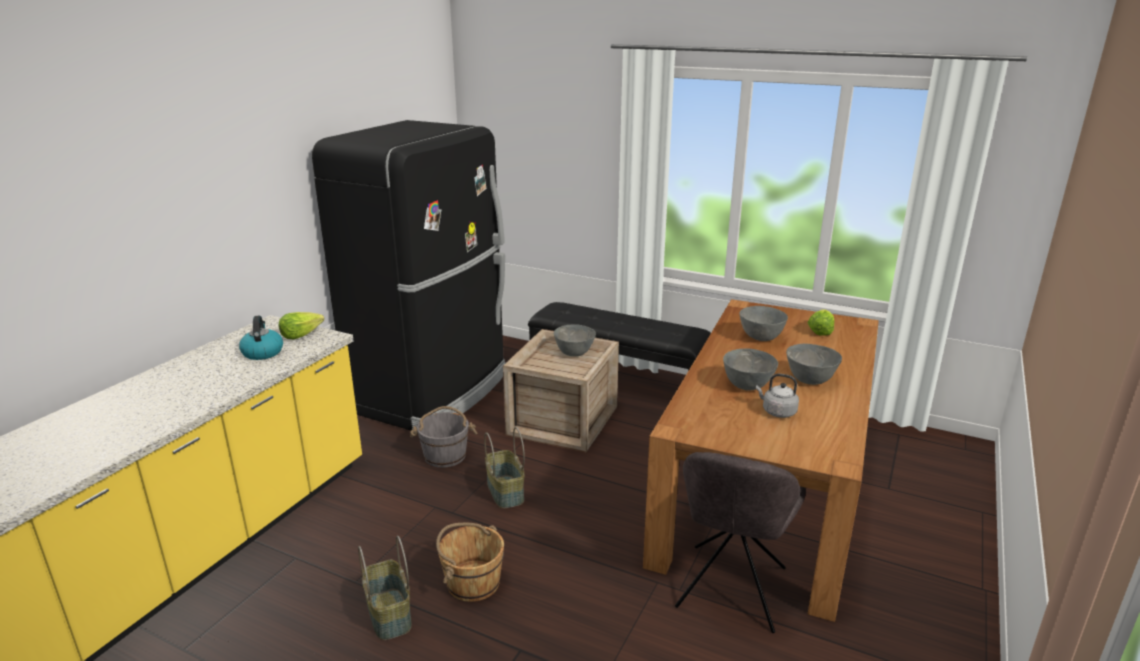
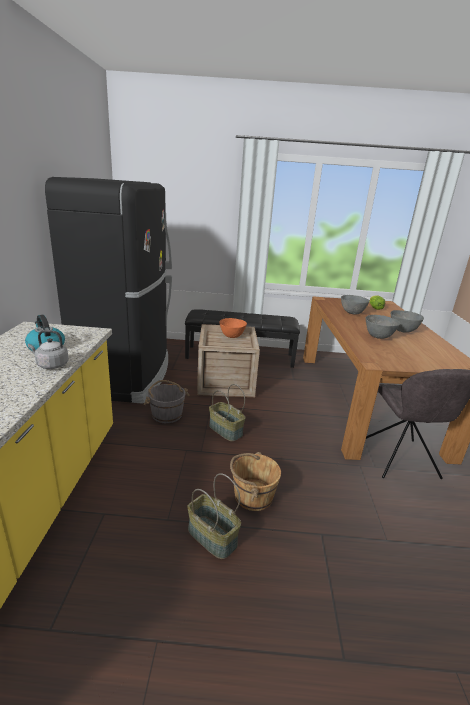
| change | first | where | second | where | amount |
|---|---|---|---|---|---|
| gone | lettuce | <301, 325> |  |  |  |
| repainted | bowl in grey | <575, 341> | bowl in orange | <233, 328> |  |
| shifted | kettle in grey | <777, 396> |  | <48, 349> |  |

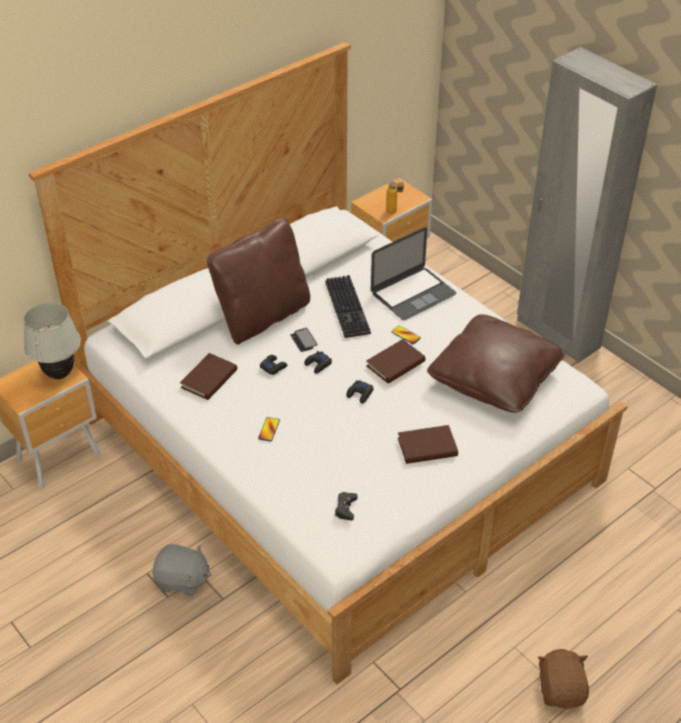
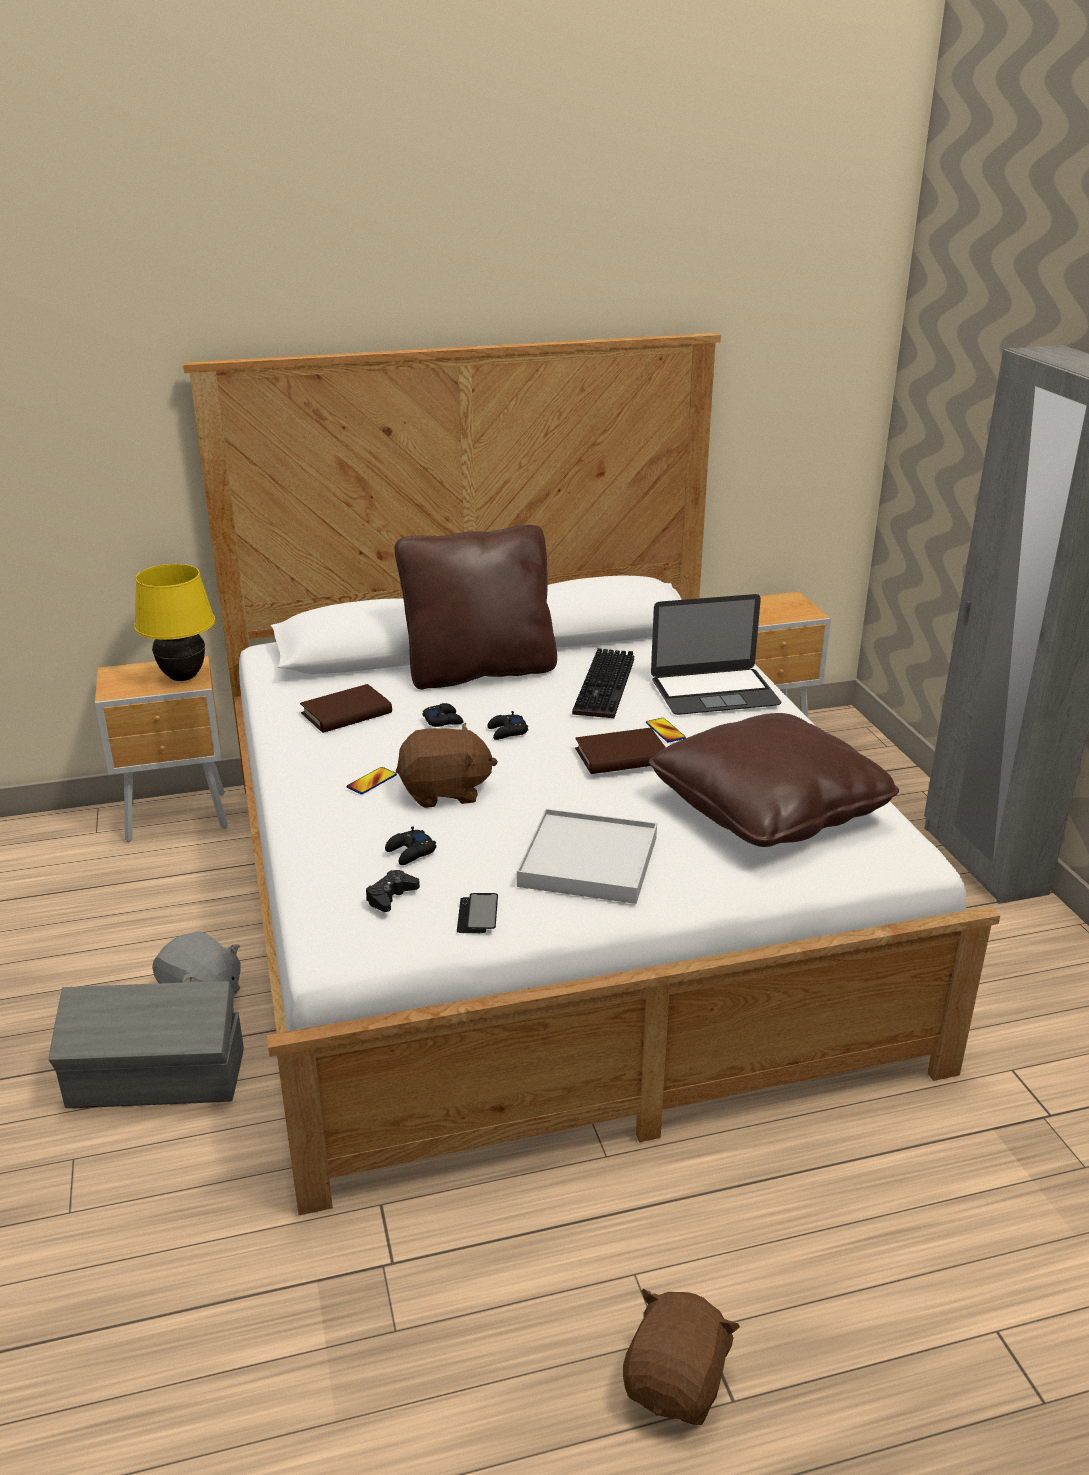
| change | first | where | second | where | amount |
|---|---|---|---|---|---|
| gone | bottle | <395, 197> |  |  |  |
| repainted | table lamp in white | <52, 340> | table lamp in yellow | <174, 622> |  |
| shifted | phone | <304, 340> |  | <477, 913> |  |
| shifted | game controller in black | <359, 392> |  | <411, 845> |  |
| swapped | book in brown | <428, 444> | tray in white | <587, 856> |  |
| new |  |  | plush toy in brown | <447, 765> |  |
| new |  |  | storage box in grey | <146, 1044> |  |

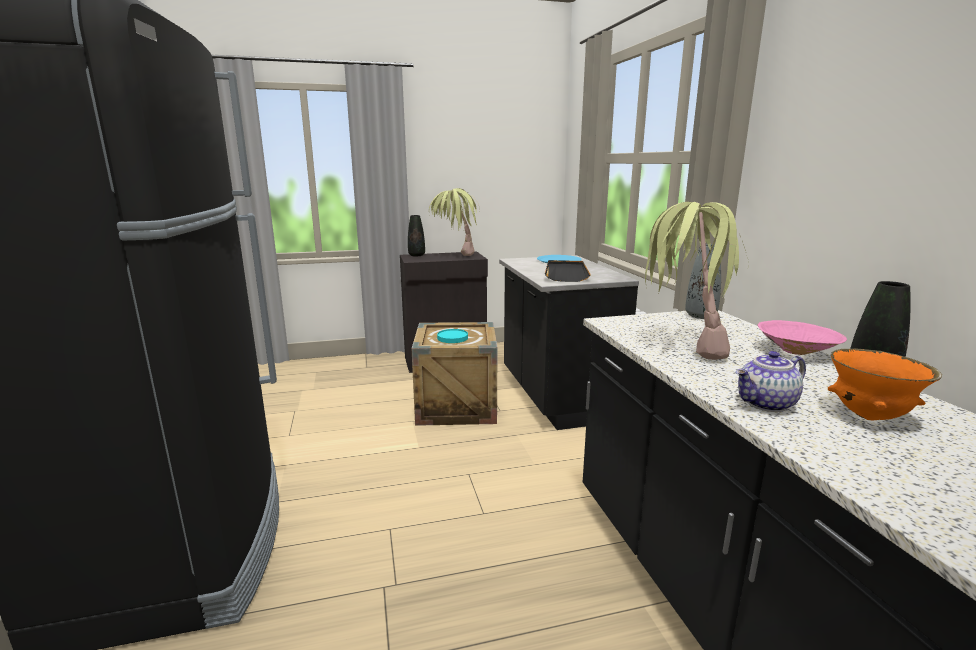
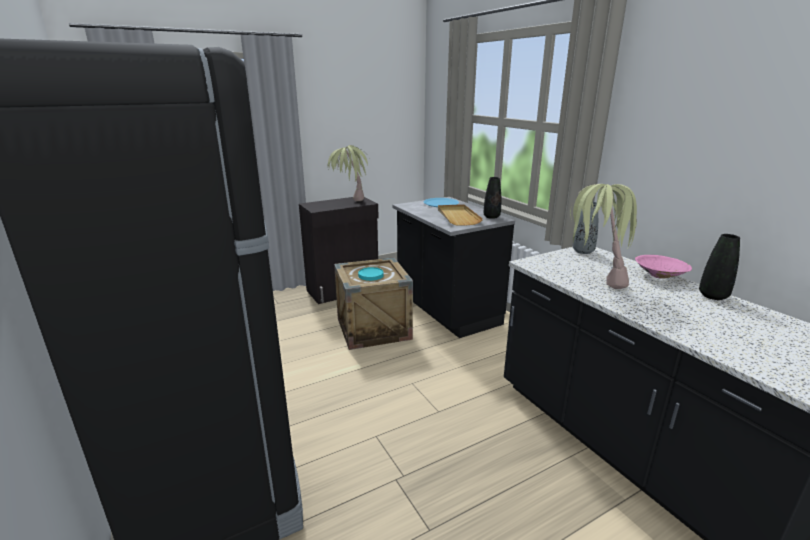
| change | first | where | second | where | amount |
|---|---|---|---|---|---|
| shifted | vase in black | <416, 235> |  | <492, 198> |  |
| repainted | tray in black | <568, 271> | tray in beige | <460, 215> |  |
| gone | bowl in orange | <885, 385> |  |  |  |
| gone | teapot | <771, 381> |  |  |  |

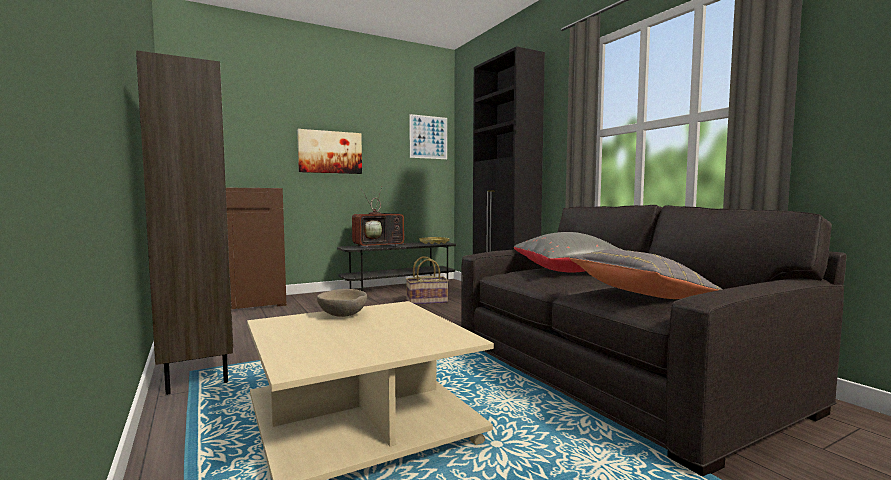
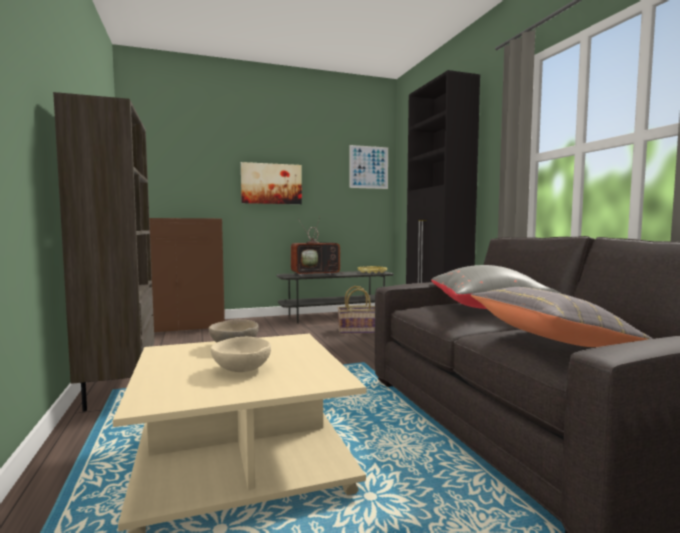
| change | first | where | second | where | amount |
|---|---|---|---|---|---|
| new |  |  | bowl in beige | <241, 354> |  |

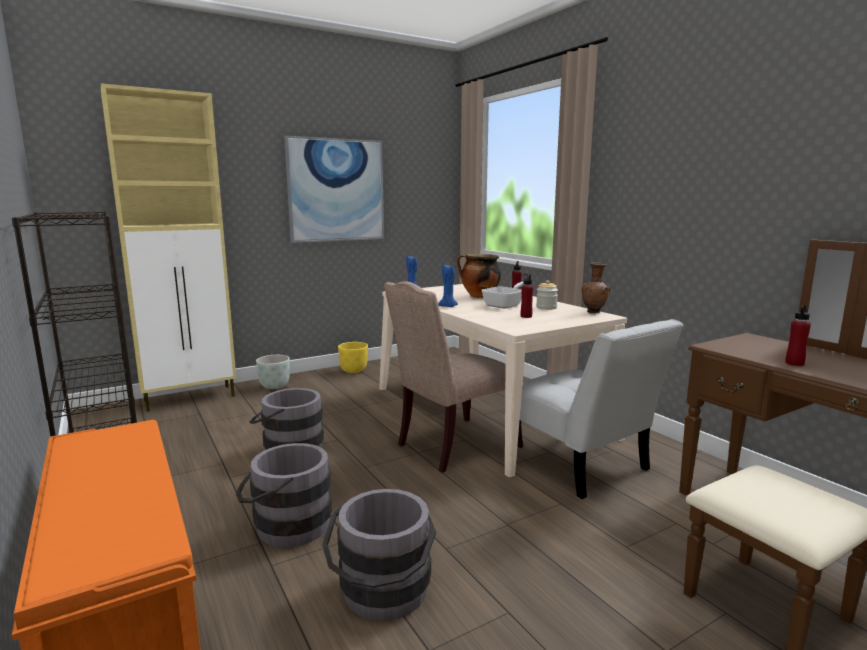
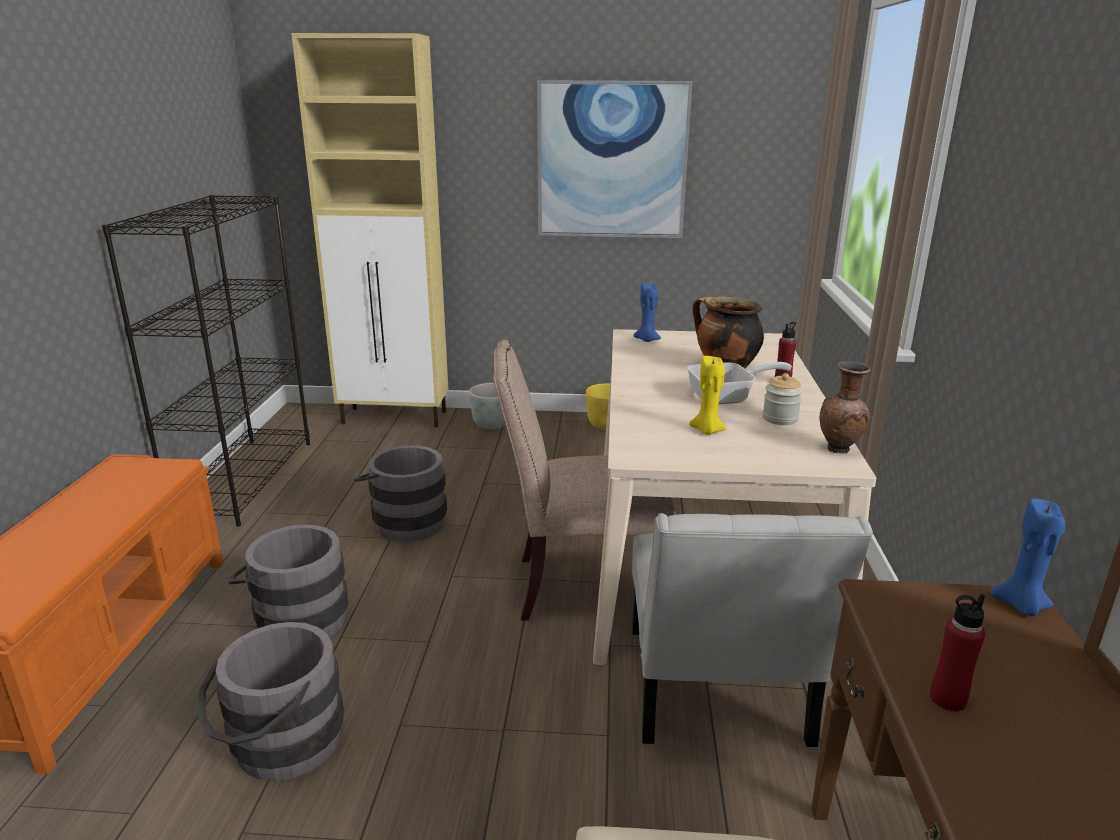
| change | first | where | second | where | amount |
|---|---|---|---|---|---|
| shifted | candle in blue | <448, 286> |  | <1028, 557> |  |
| swapped | bottle in red | <527, 296> | candle in yellow | <708, 395> |  |

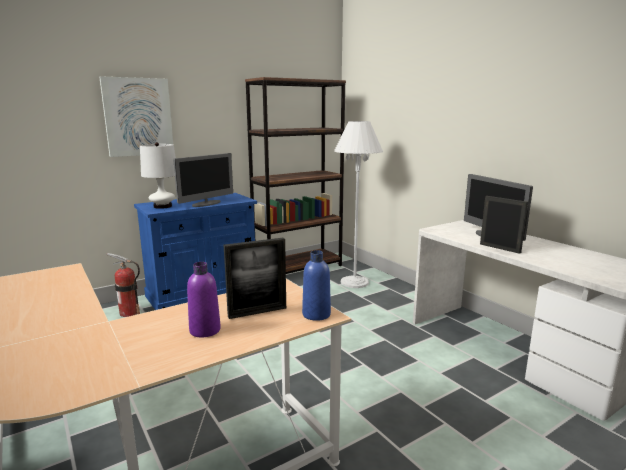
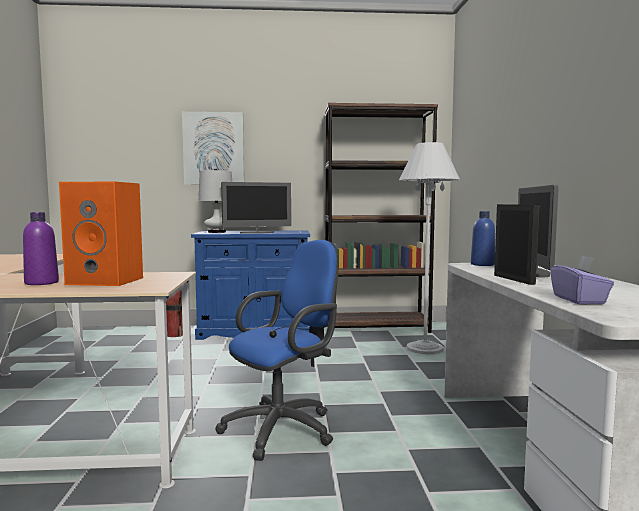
| change | first | where | second | where | amount |
|---|---|---|---|---|---|
| swapped | picture frame | <255, 278> | speaker in orange | <101, 234> |  |
| shifted | bottle in blue | <316, 285> |  | <483, 238> |  |
| new |  |  | office chair in blue | <276, 350> |  |
| new |  |  | tissue box in purple | <582, 279> |  |

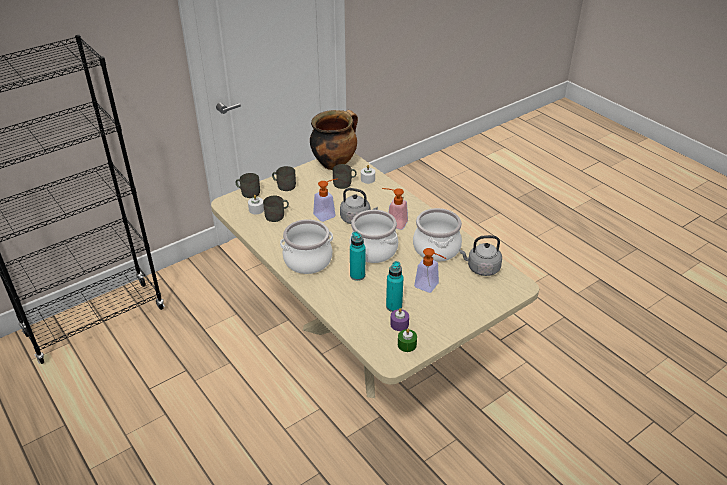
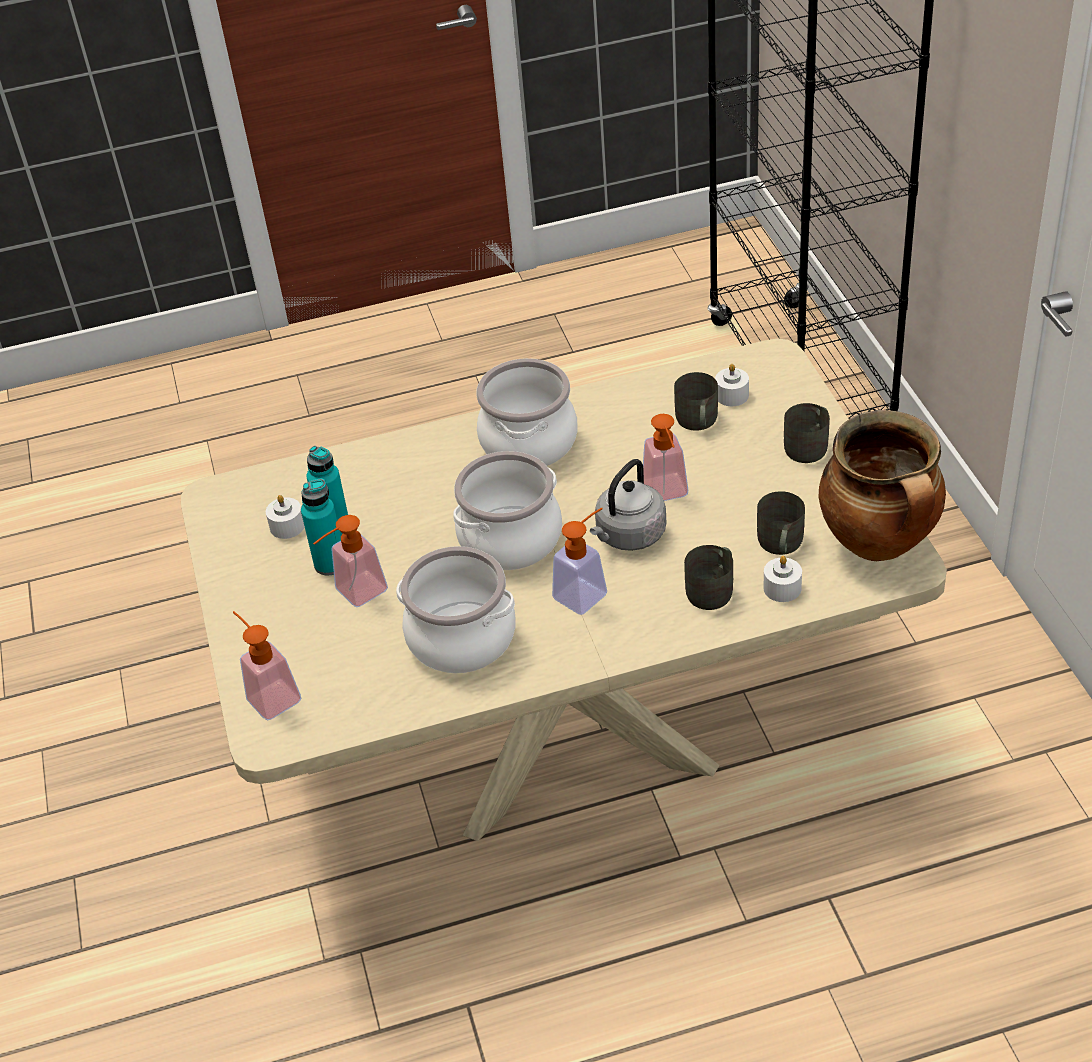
| change | first | where | second | where | amount |
|---|---|---|---|---|---|
| shifted | mug in grey | <247, 185> |  | <708, 577> |  |
| shifted | bottle in turquoise | <357, 256> |  | <321, 527> |  |
| gone | kettle in grey | <480, 255> |  |  |  |
| repainted | candle in purple | <399, 319> | candle in white | <285, 517> |  |
| gone | candle in green | <407, 340> |  |  |  |
| new |  |  | soap dispenser | <267, 665> |  |

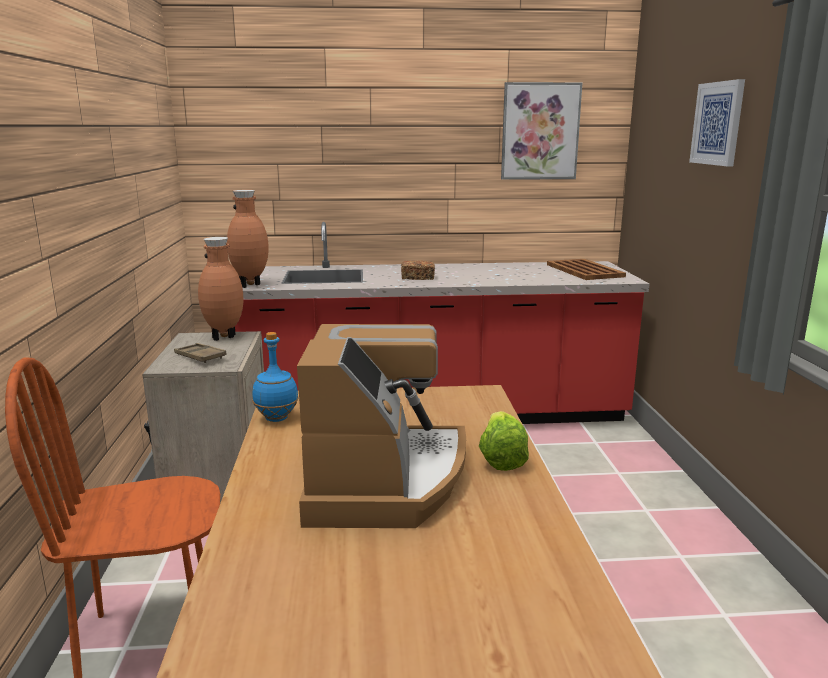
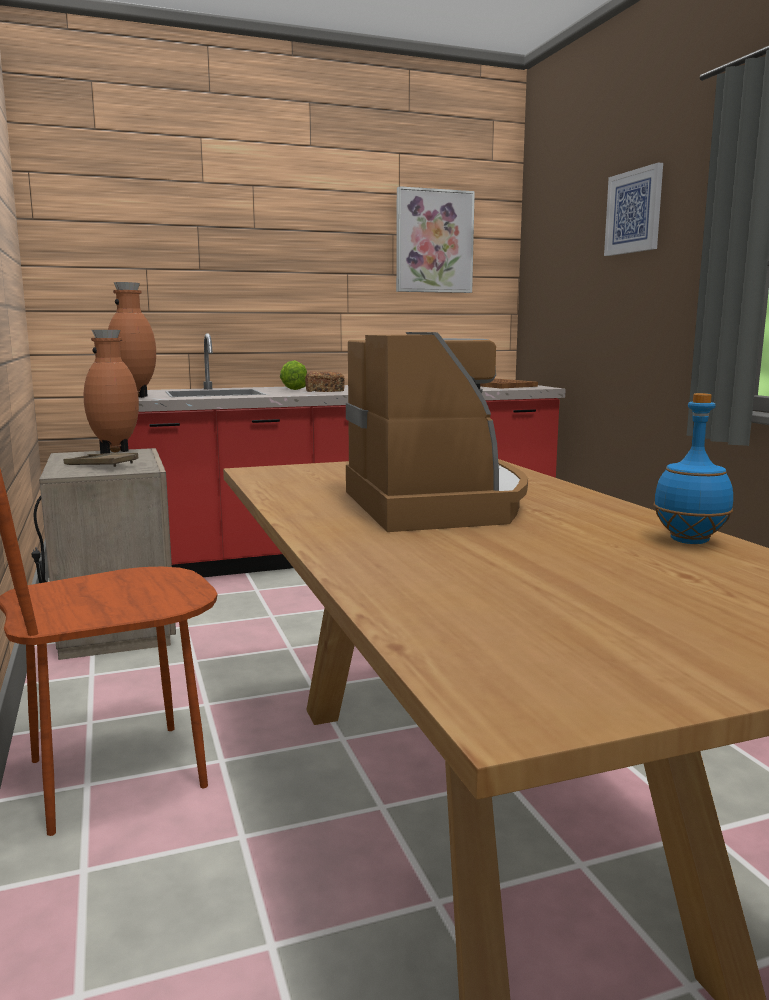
| change | first | where | second | where | amount |
|---|---|---|---|---|---|
| shifted | bottle in blue | <275, 377> |  | <693, 468> |  |
| shifted | lettuce | <504, 441> |  | <293, 375> |  |

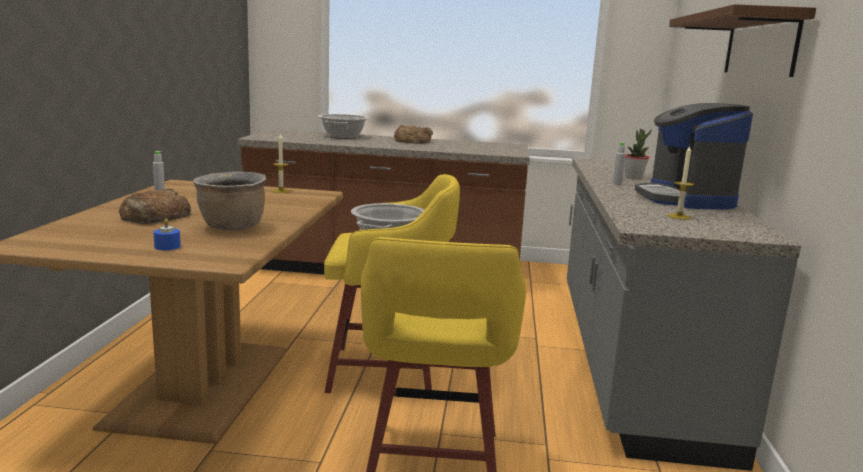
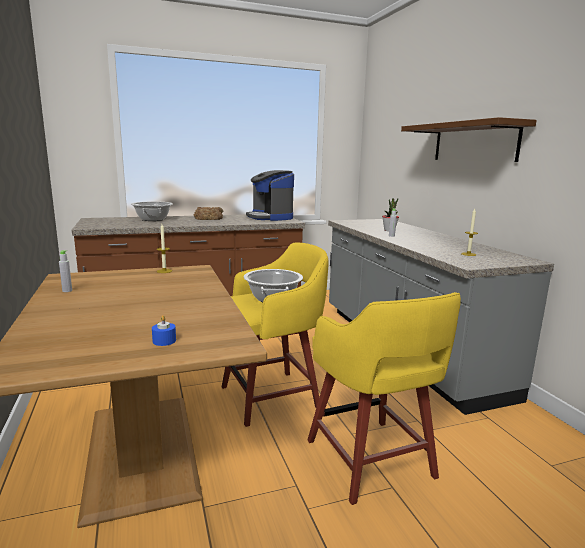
| change | first | where | second | where | amount |
|---|---|---|---|---|---|
| shifted | coffee machine | <694, 156> |  | <270, 195> |  |
| gone | cooking pot in brown | <229, 201> |  |  |  |
| gone | bread | <155, 206> |  |  |  |

